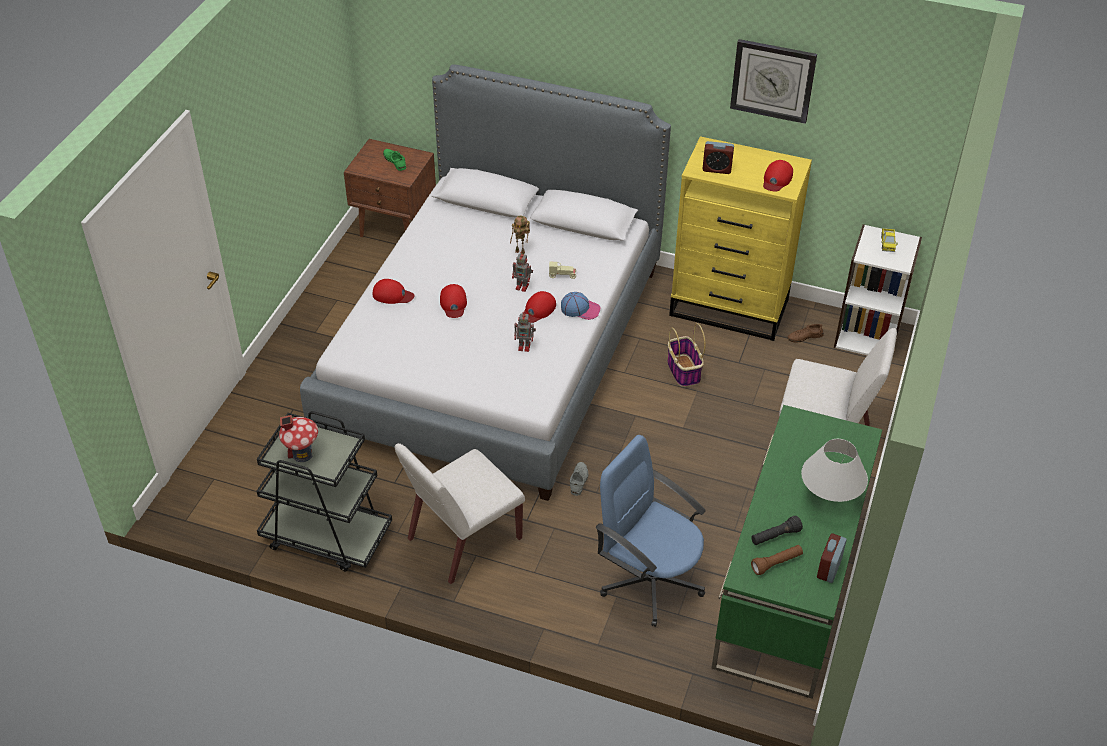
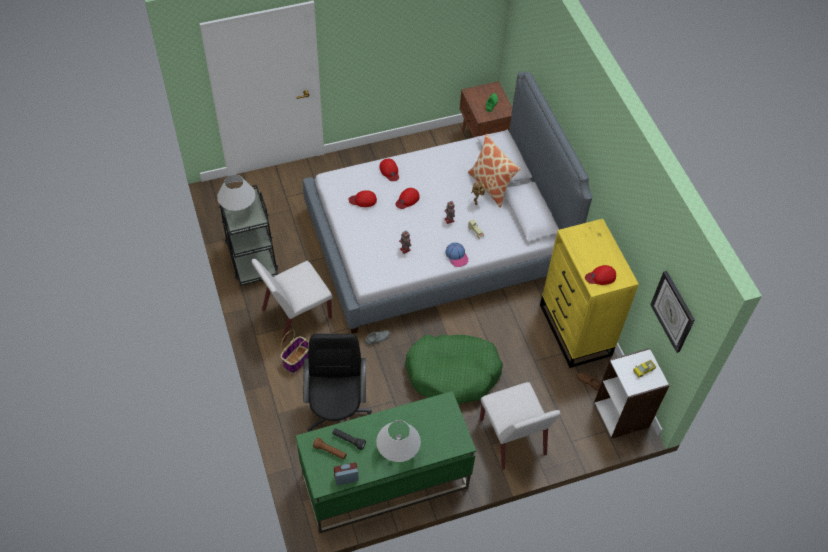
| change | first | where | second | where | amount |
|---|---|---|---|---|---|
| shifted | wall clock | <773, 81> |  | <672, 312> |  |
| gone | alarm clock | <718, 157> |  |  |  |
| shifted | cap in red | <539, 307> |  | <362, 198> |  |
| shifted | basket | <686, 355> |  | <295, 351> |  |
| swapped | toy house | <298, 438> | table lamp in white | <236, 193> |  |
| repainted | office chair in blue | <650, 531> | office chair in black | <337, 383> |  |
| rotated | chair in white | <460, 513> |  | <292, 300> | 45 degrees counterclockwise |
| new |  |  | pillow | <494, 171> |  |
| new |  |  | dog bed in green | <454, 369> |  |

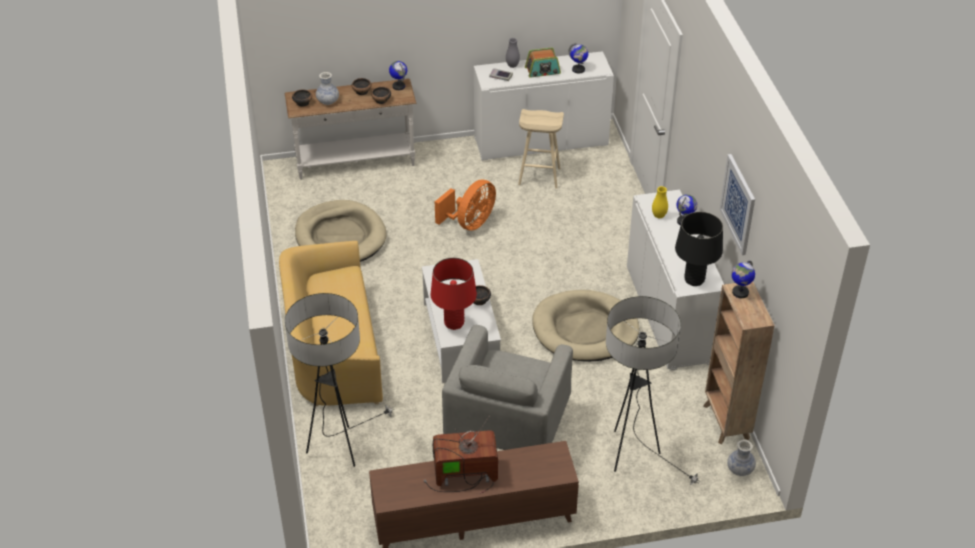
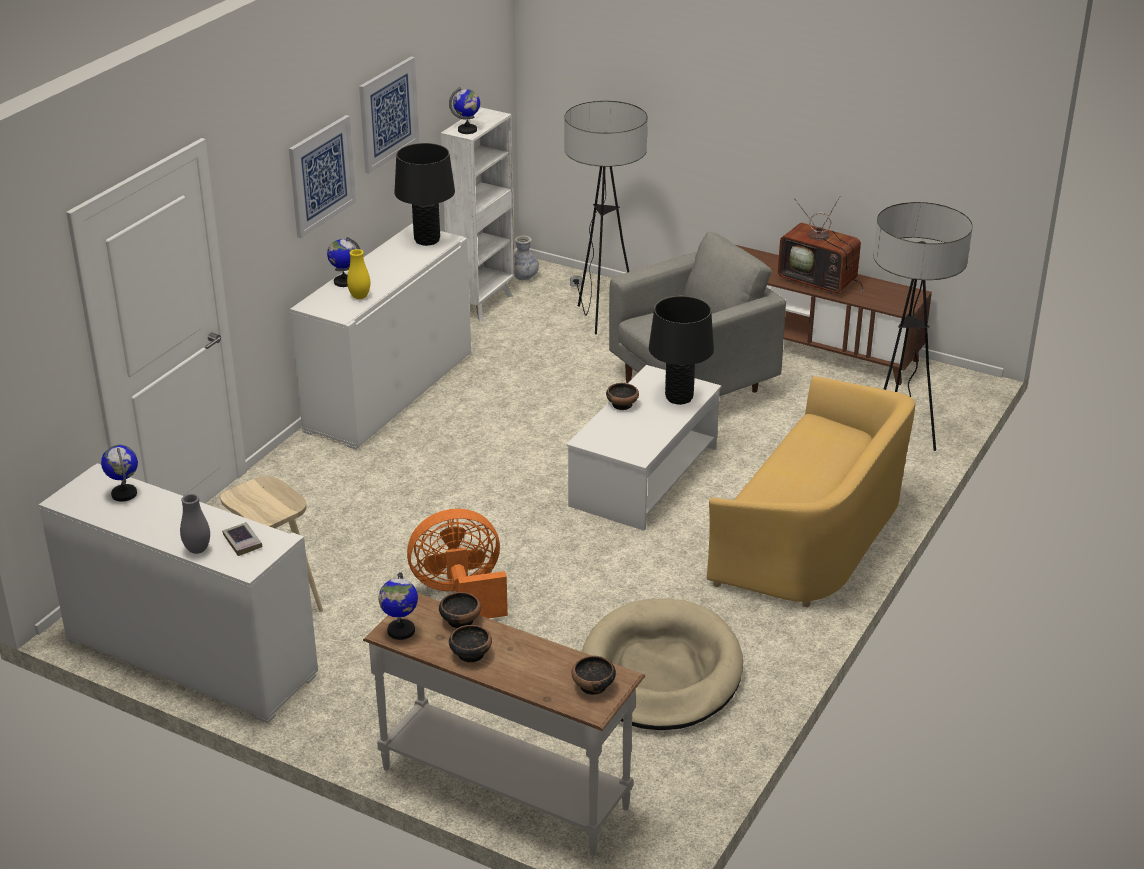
| change | first | where | second | where | amount |
|---|---|---|---|---|---|
| gone | radio | <543, 62> |  |  |  |
| gone | vase | <327, 88> |  |  |  |
| repainted | table lamp in red | <454, 294> | table lamp in black | <681, 350> |  |
| repainted | bookcase in brown | <739, 363> | bookcase in white | <478, 214> |  |
| gone | dog bed in beige | <585, 326> |  |  |  |
| new |  |  | picture | <322, 176> |  |

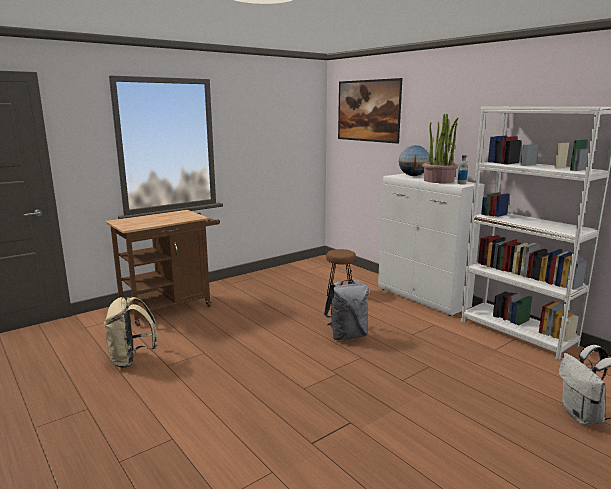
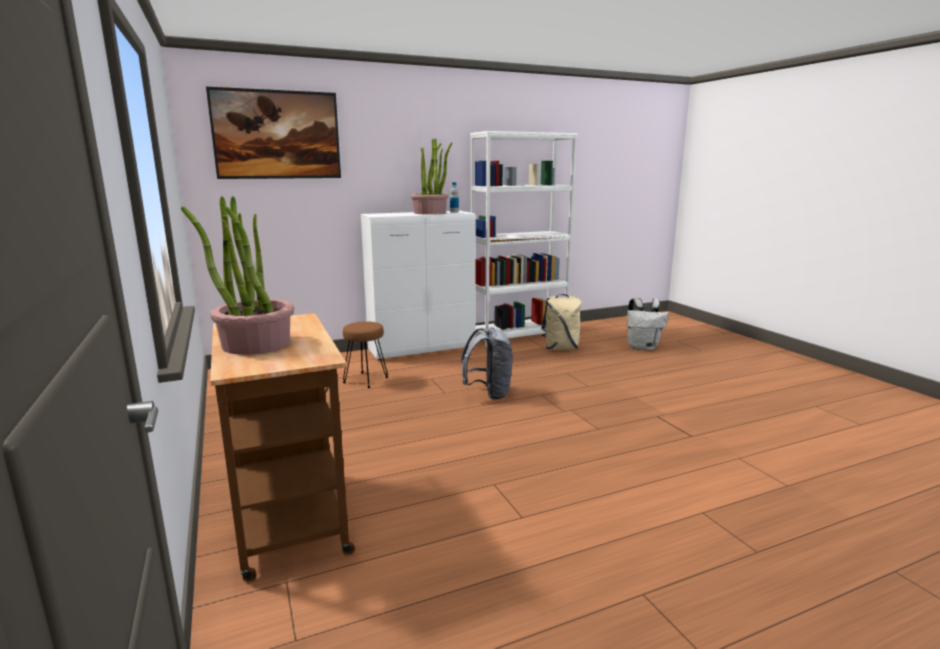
| change | first | where | second | where | amount |
|---|---|---|---|---|---|
| gone | globe | <414, 160> |  |  |  |
| shifted | backpack in beige | <130, 332> |  | <561, 322> |  |
| new |  |  | potted plant | <237, 275> |  |

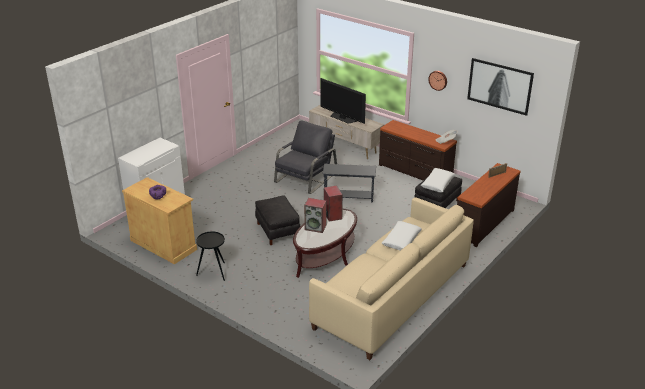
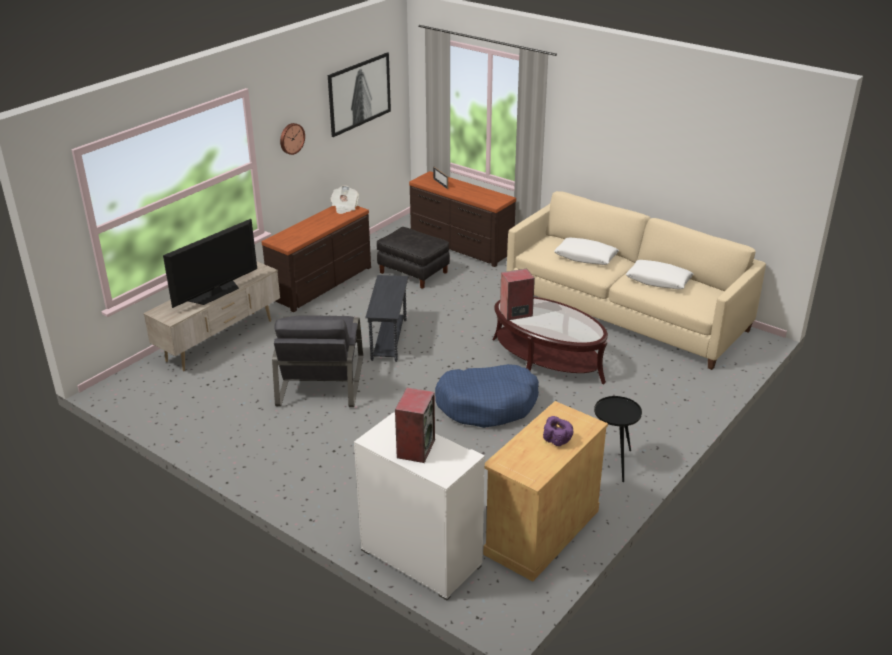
| change | first | where | second | where | amount |
|---|---|---|---|---|---|
| rotated | armchair in grey | <305, 157> |  | <317, 361> | 120 degrees counterclockwise |
| shifted | pillow in white | <438, 180> |  | <659, 275> |  |
| swapped | ottoman in black | <277, 220> | dog bed in blue | <487, 396> |  |
| shifted | speaker | <315, 215> |  | <415, 425> |  |

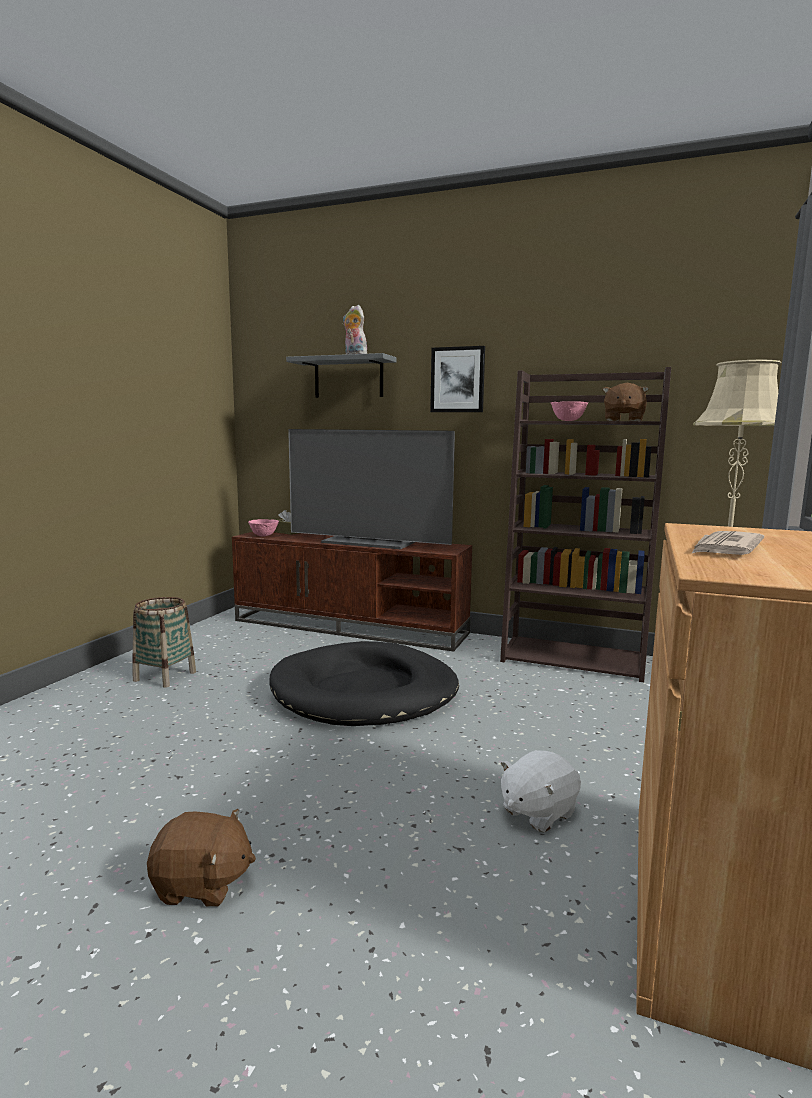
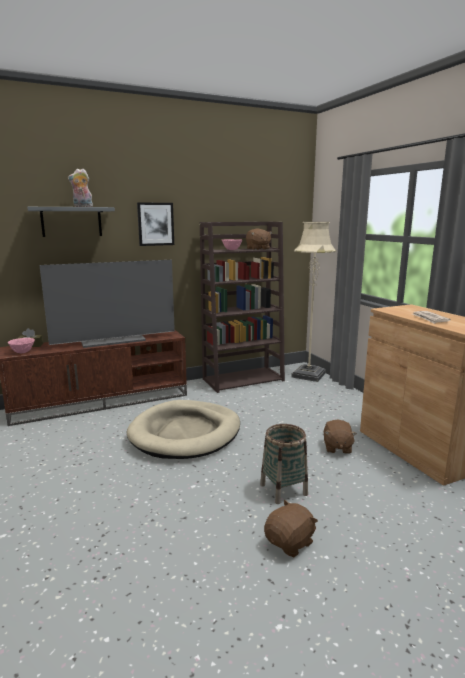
| change | first | where | second | where | amount |
|---|---|---|---|---|---|
| shifted | basket | <164, 642> |  | <284, 464> |  |
| repainted | dog bed in black | <364, 683> | dog bed in beige | <183, 429> |  |
| repainted | plush toy in white | <540, 791> | plush toy in brown | <340, 437> |  |

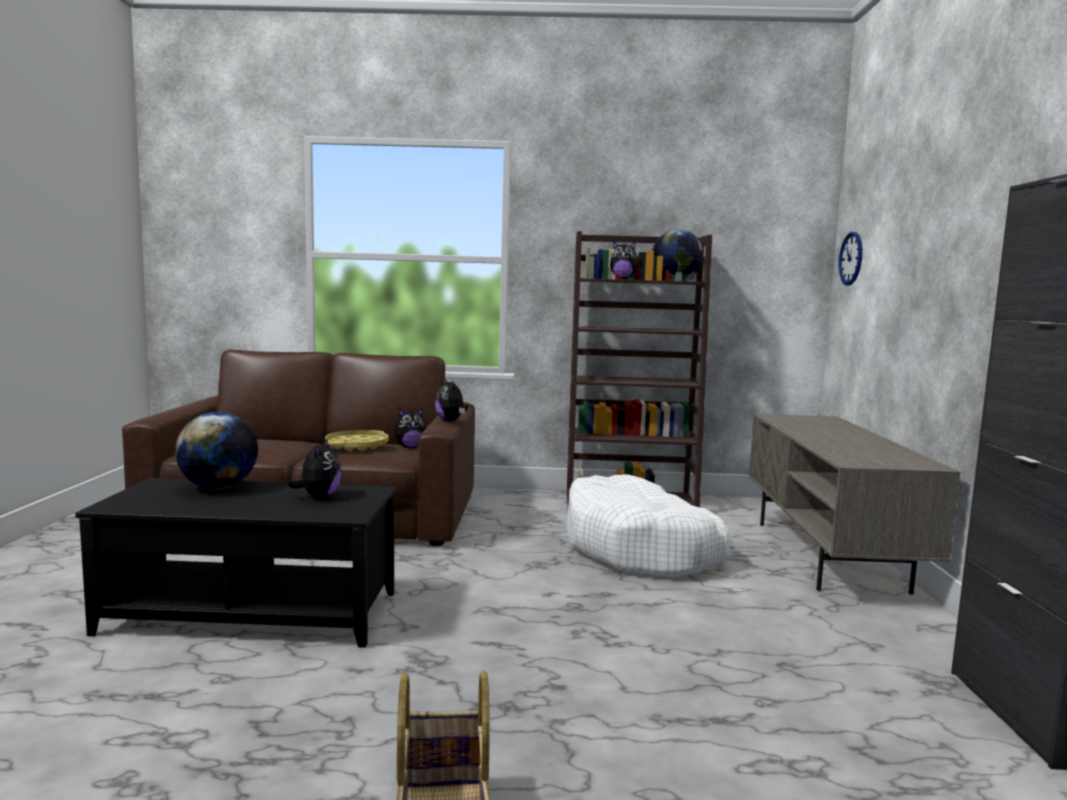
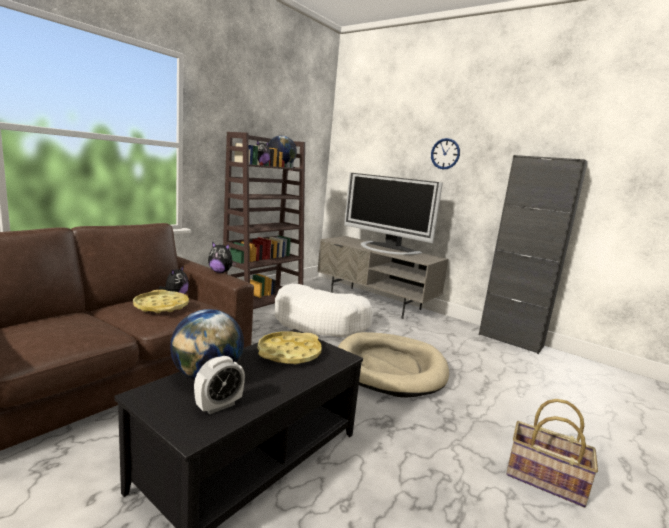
| change | first | where | second | where | amount |
|---|---|---|---|---|---|
| shifted | wall clock | <850, 259> |  | <445, 153> |  |
| swapped | plush toy | <314, 468> | tray in yellow | <289, 348> |  |
| new |  |  | television | <393, 214> |  |
| new |  |  | dog bed in beige | <393, 365> |  |
| new |  |  | alarm clock | <219, 385> |  |

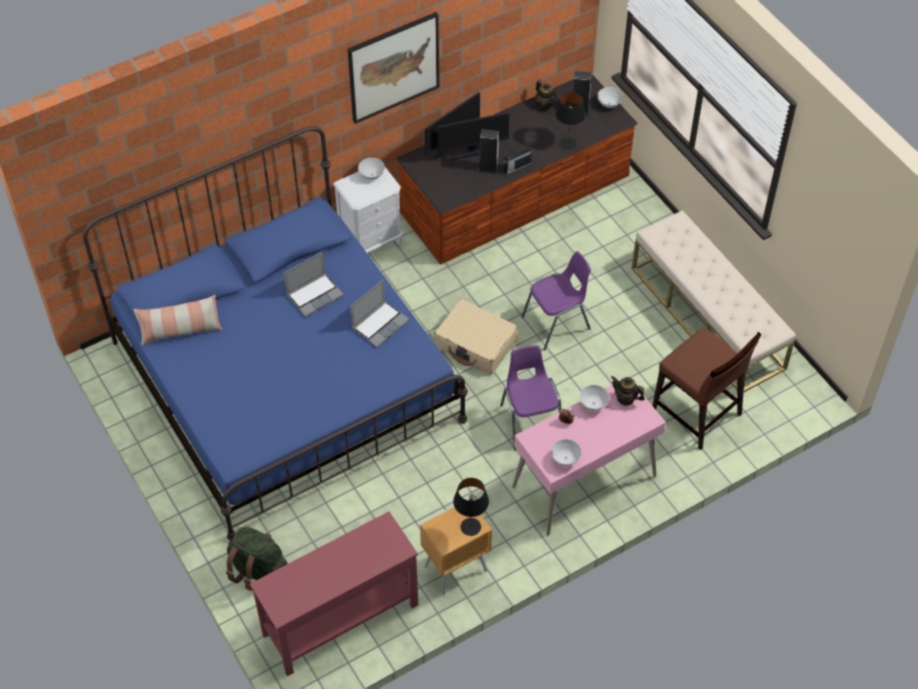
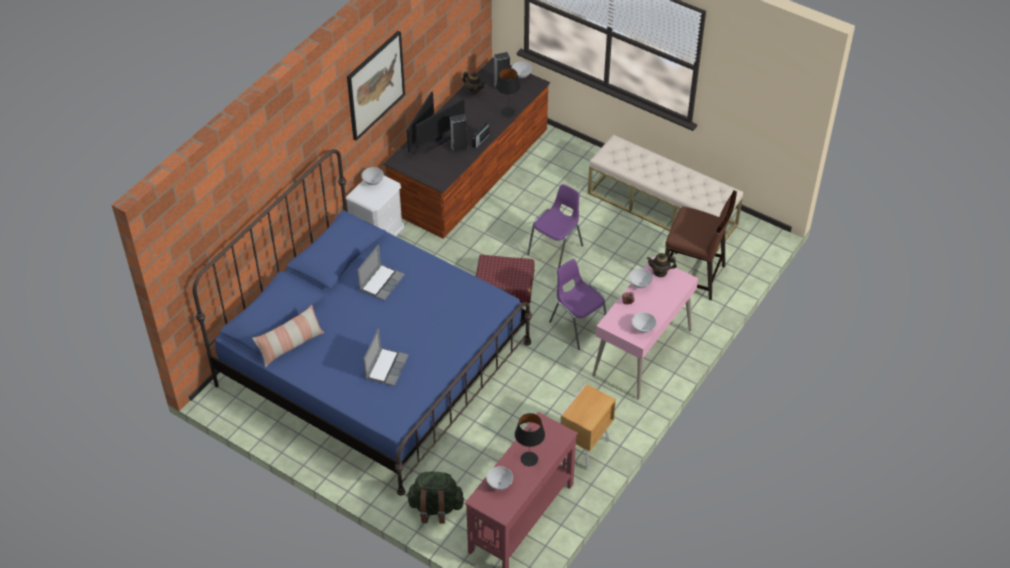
| change | first | where | second | where | amount |
|---|---|---|---|---|---|
| shifted | laptop | <379, 313> |  | <386, 357> |  |
| repainted | suitcase in beige | <476, 337> | suitcase in red | <505, 279> |  |
| shifted | table lamp in black | <471, 507> |  | <530, 439> |  |
| new |  |  | bowl in white | <499, 478> |  |

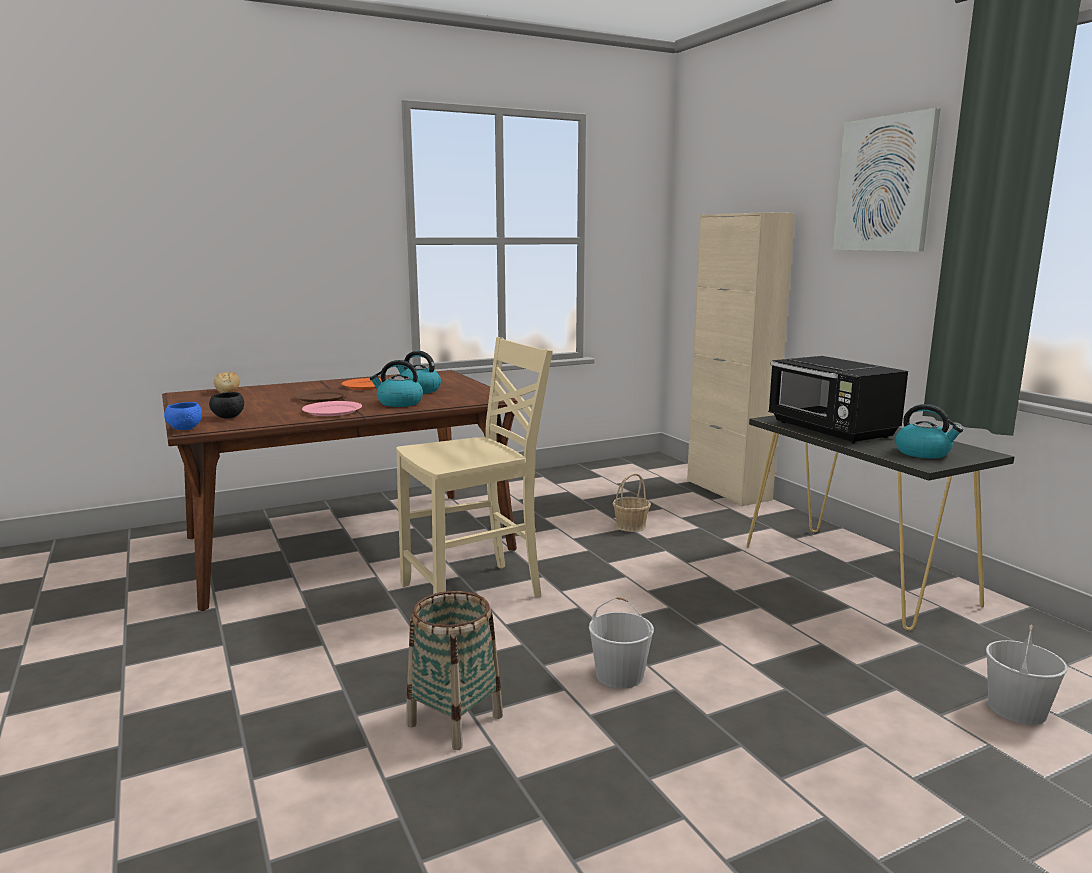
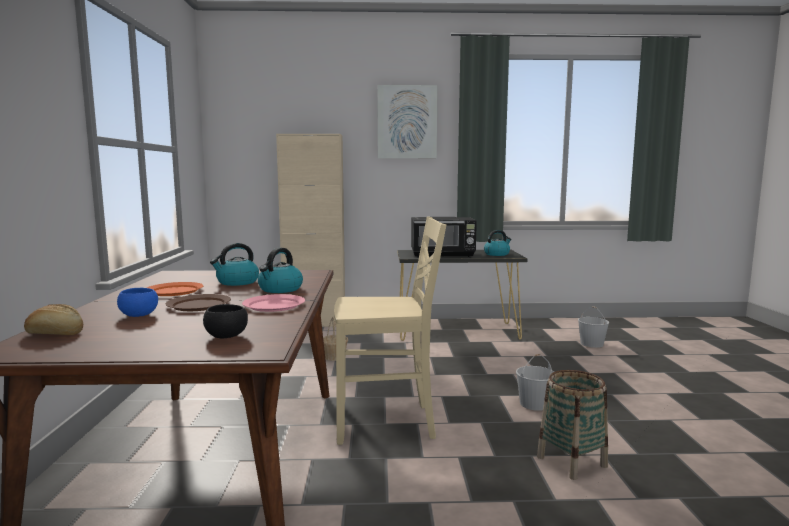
| change | first | where | second | where | amount |
|---|---|---|---|---|---|
| rotated | chair in beige | <474, 467> |  | <390, 330> | 90 degrees clockwise |
| shifted | bowl in blue | <183, 416> |  | <137, 302> |  |

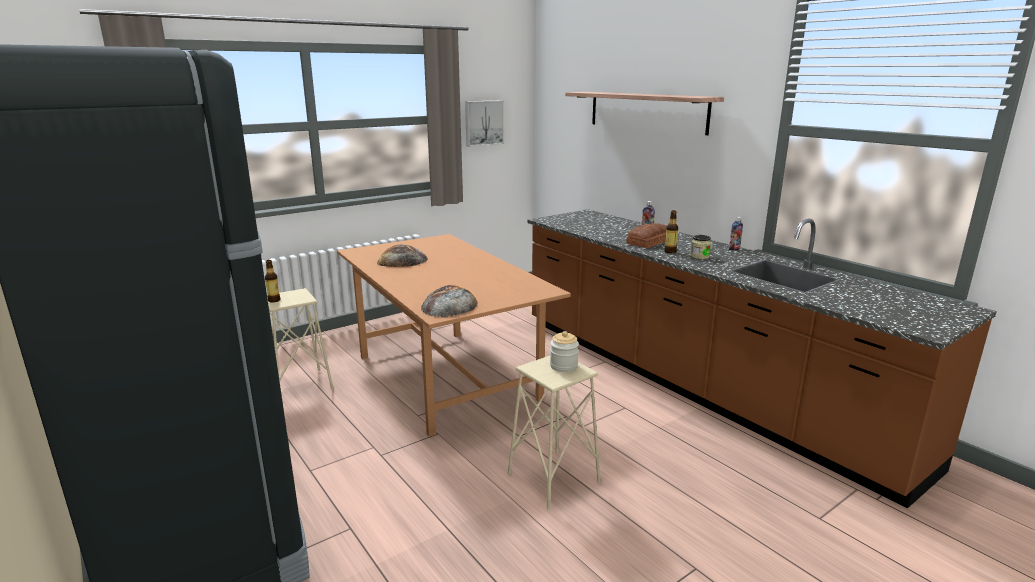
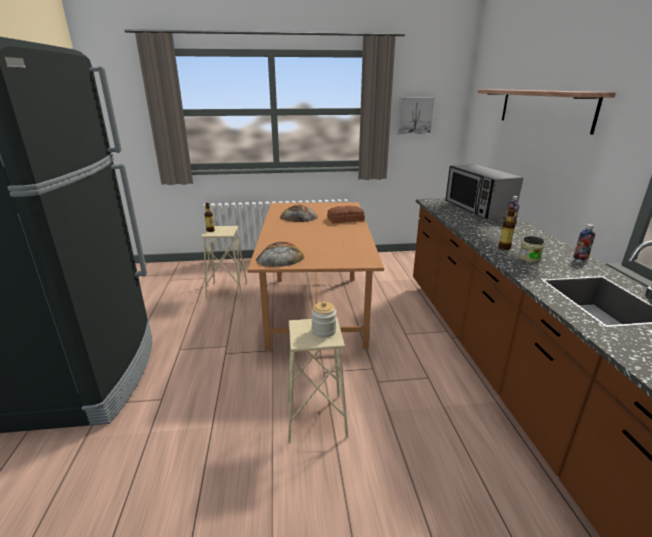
| change | first | where | second | where | amount |
|---|---|---|---|---|---|
| shifted | bread | <646, 235> |  | <346, 215> |  |
| new |  |  | microwave | <484, 191> |  |

